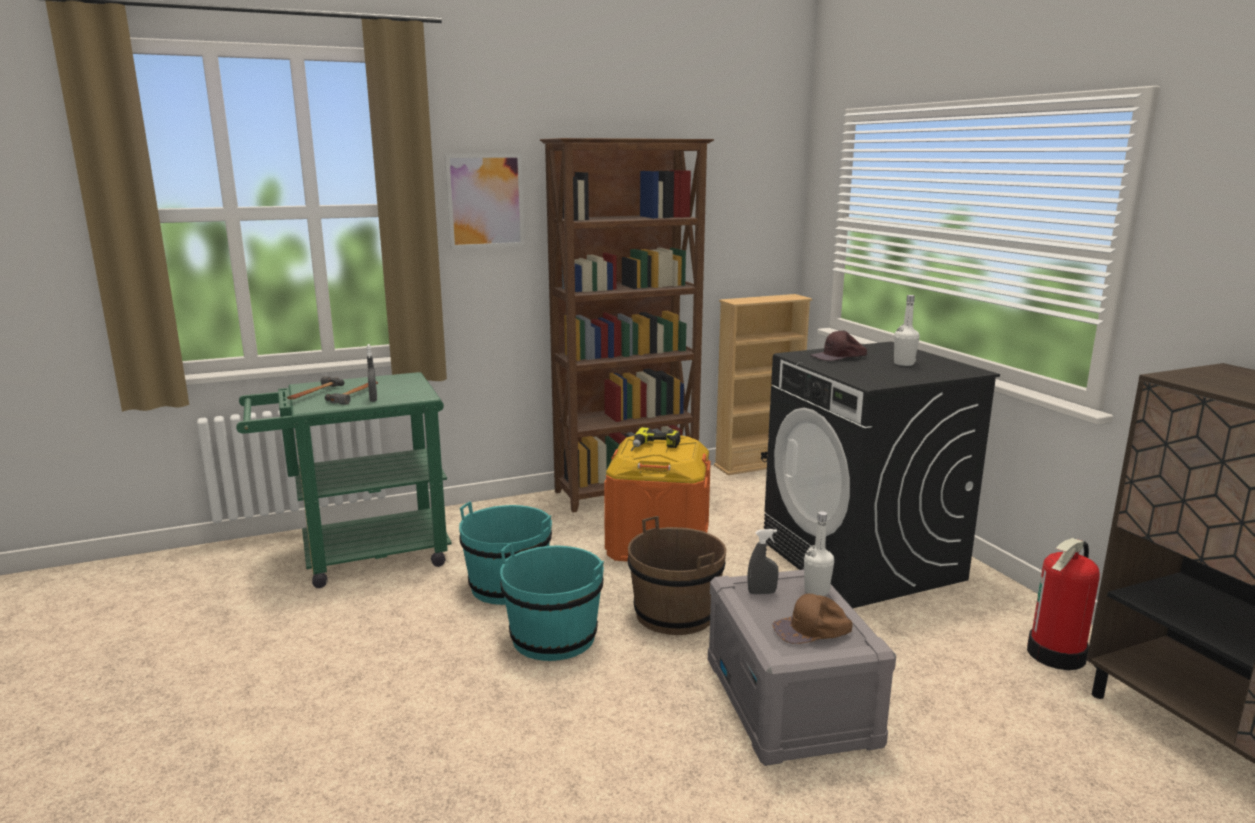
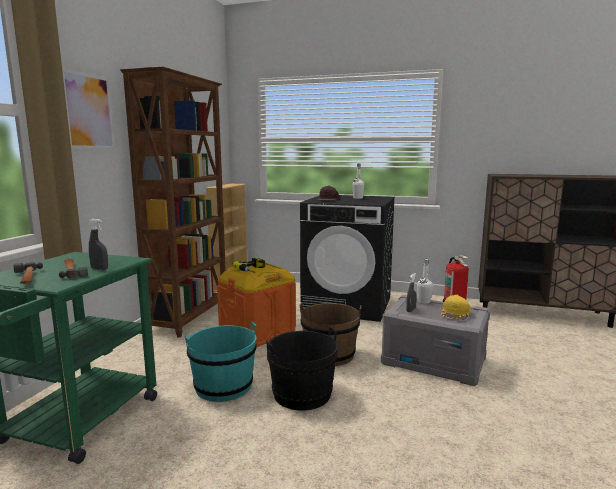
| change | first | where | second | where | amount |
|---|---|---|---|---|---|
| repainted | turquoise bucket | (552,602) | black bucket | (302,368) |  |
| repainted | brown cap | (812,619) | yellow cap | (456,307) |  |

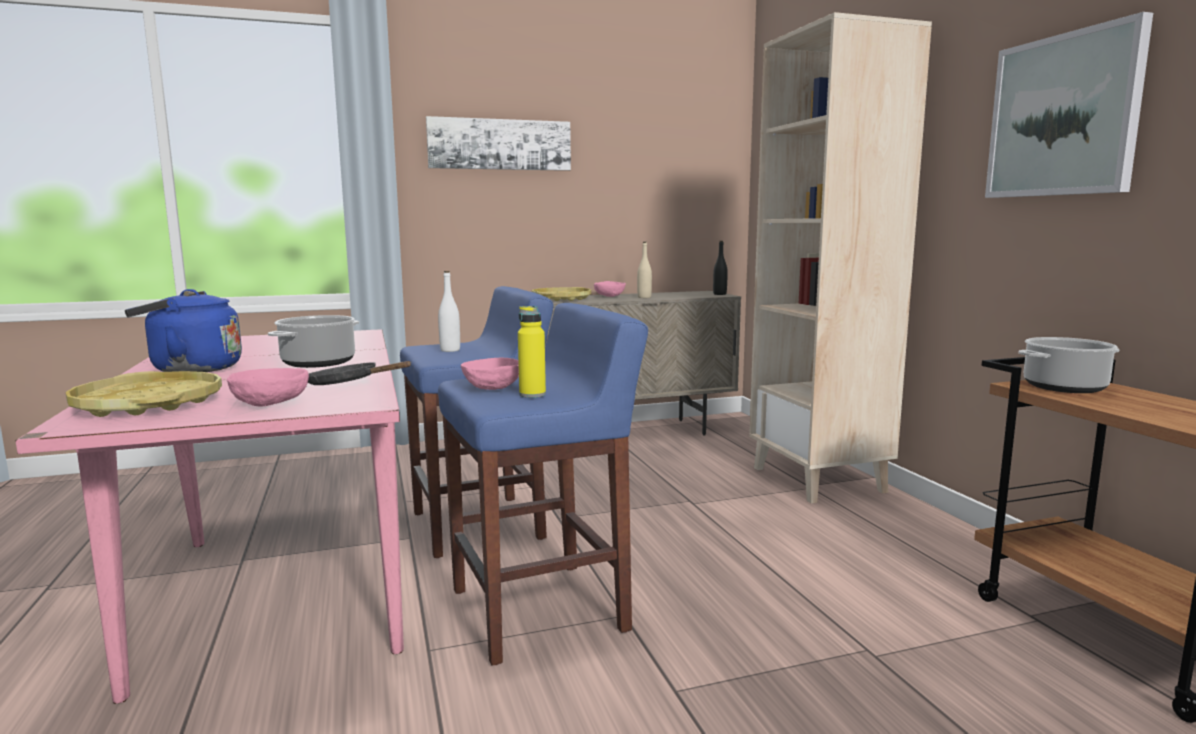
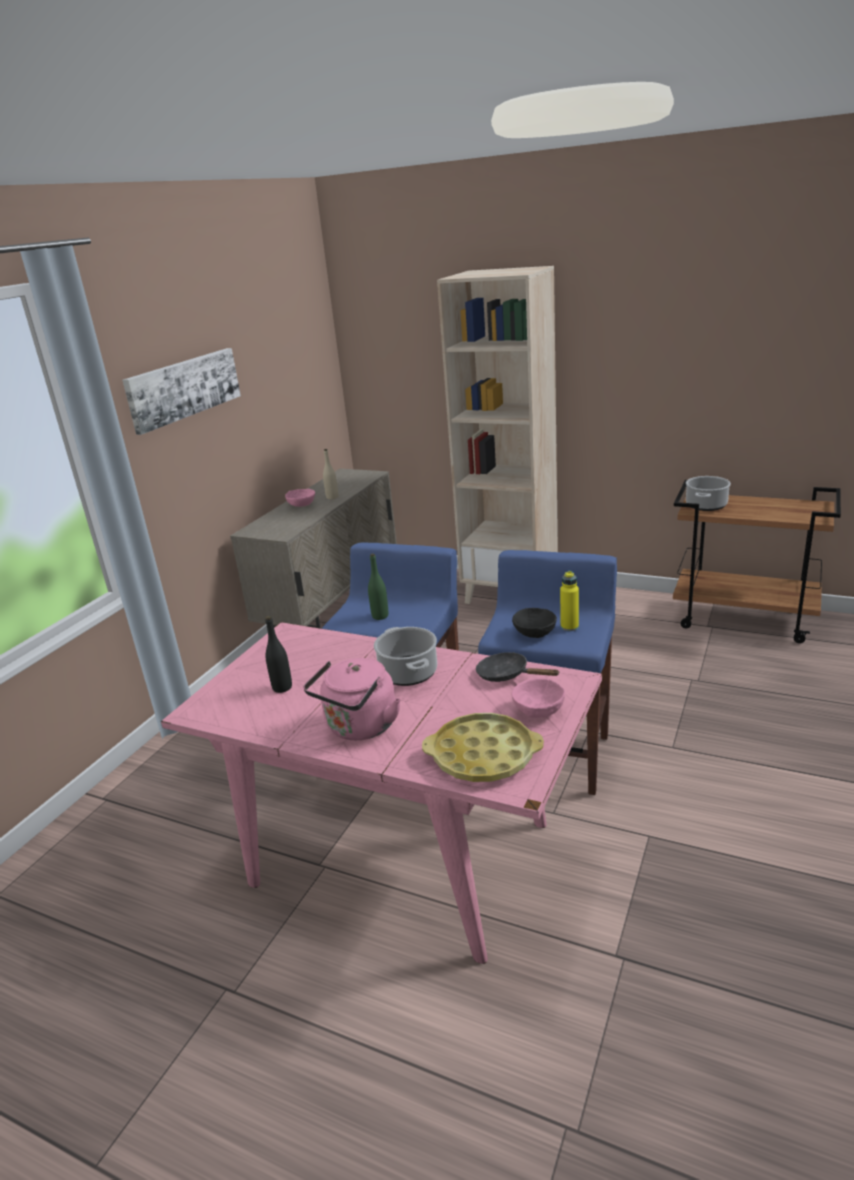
| change | first | where | second | where | amount |
|---|---|---|---|---|---|
| gone | picture | (1069,105) |  |  |  |
| shifted | black bottle | (720,268) |  | (278,654) |  |
| repainted | white bottle | (449,311) | green bottle | (378,587) |  |
| gone | yellow tray | (561,294) |  |  |  |
| repainted | blue kettle | (183,330) | pink kettle | (352,699) |  |
| repainted | pink bowl | (490,374) | black bowl | (534,623) |  |
| rotated | black frying pan | (359,373) |  | (518,667) | 60 degrees clockwise |

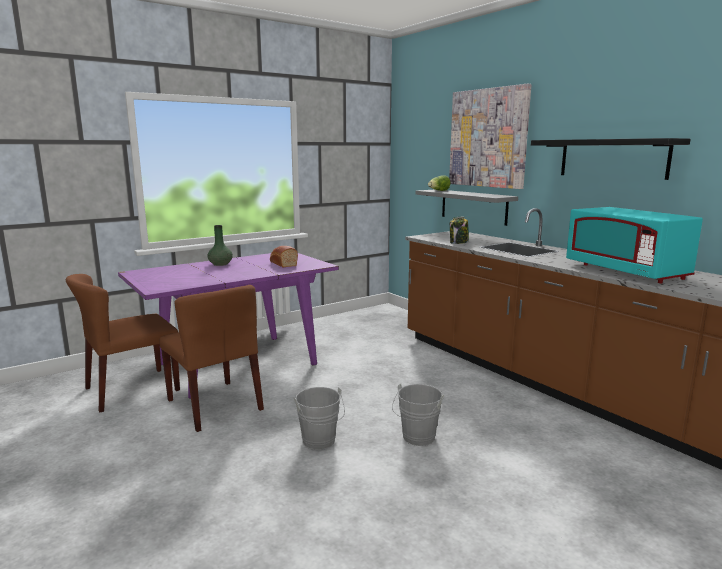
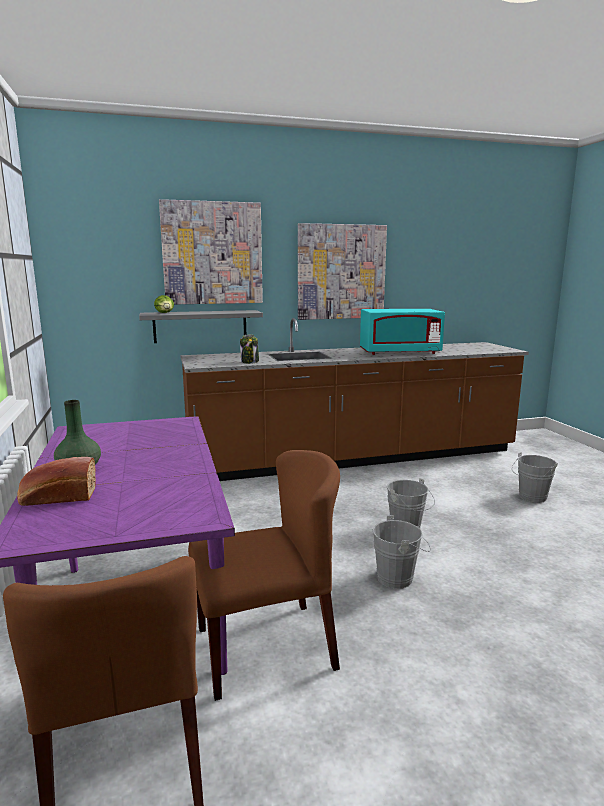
| change | first | where | second | where | amount |
|---|---|---|---|---|---|
| swapped | black shelf | (611,159) | picture | (342,271) |  |
| shifted | bread | (284,257) |  | (56,481) |  |
| new |  |  | grey bucket | (535,477) |  |

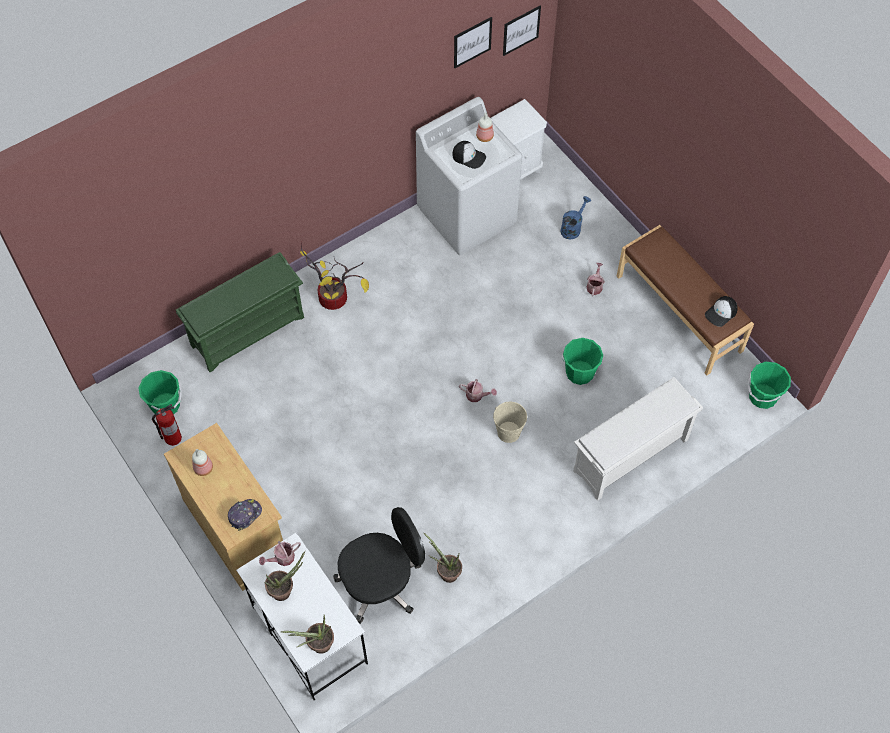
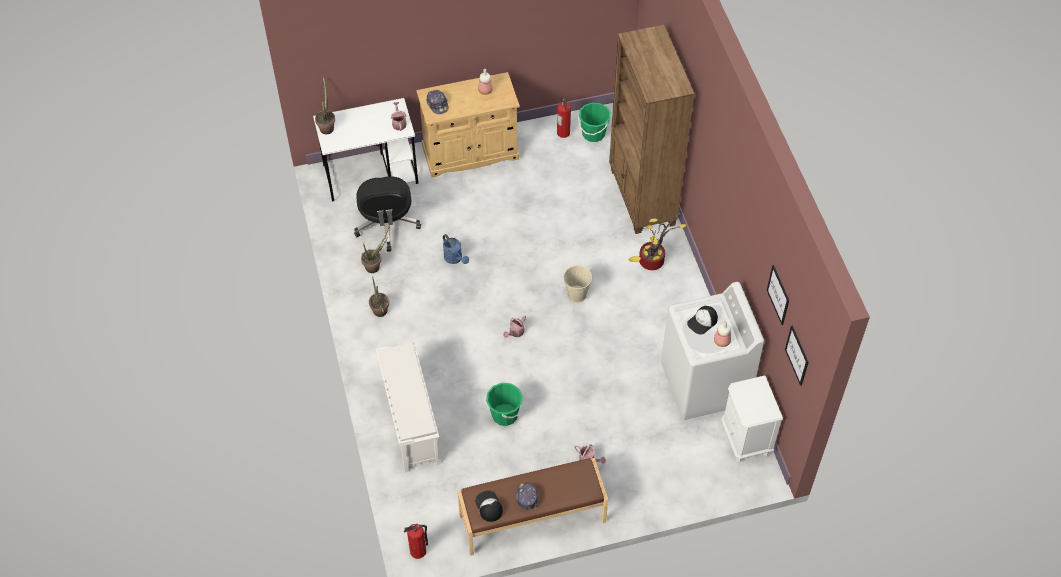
| change | first | where | second | where | amount |
|---|---|---|---|---|---|
| shifted | blue watering can | (575,218) |  | (456,249) |  |
| swapped | green shoe rack | (240,312) | brown bookcase | (651,129) |  |
| swapped | green bucket | (769,385) | fire extinguisher | (416,541) |  |
| shifted | beige bucket | (510,422) |  | (577,283) |  |
| shifted | potted plant | (285,576) |  | (379,296) |  |
| new |  |  | cap | (527,496) |  |

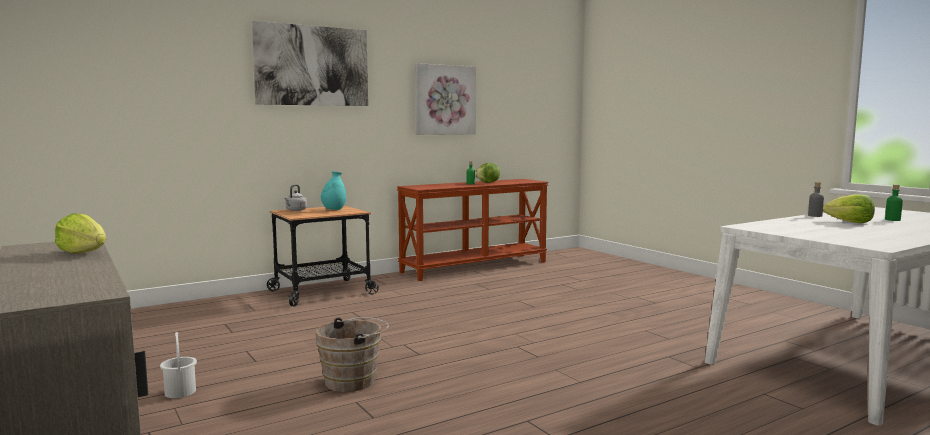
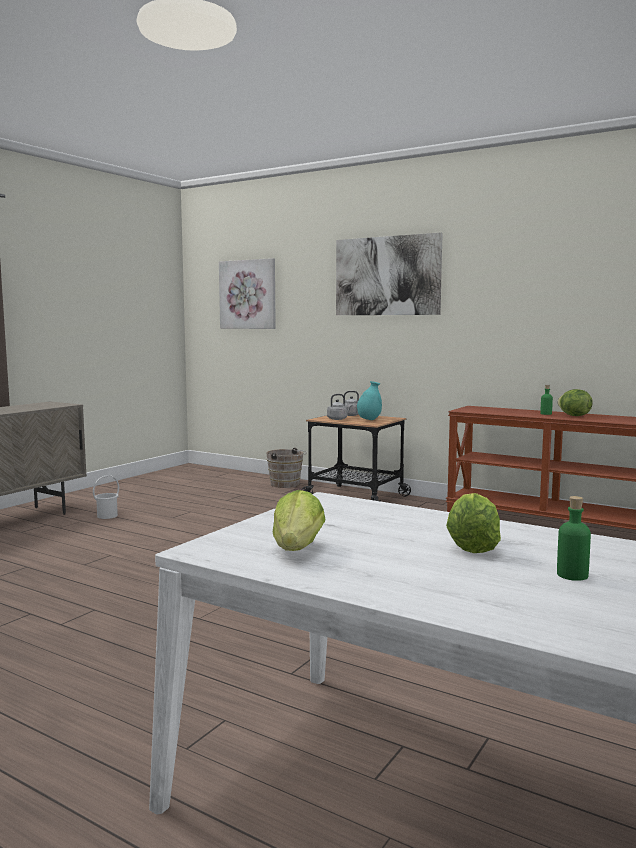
| change | first | where | second | where | amount |
|---|---|---|---|---|---|
| shifted | picture | (445,99) |  | (247,293) |  |
| gone | grey bottle | (816,199) |  |  |  |
| shifted | lettuce | (80,234) |  | (299,520) |  |
| shifted | brown bucket | (352,354) |  | (286,468) |  |
| new |  |  | grey kettle | (340,407) |  |

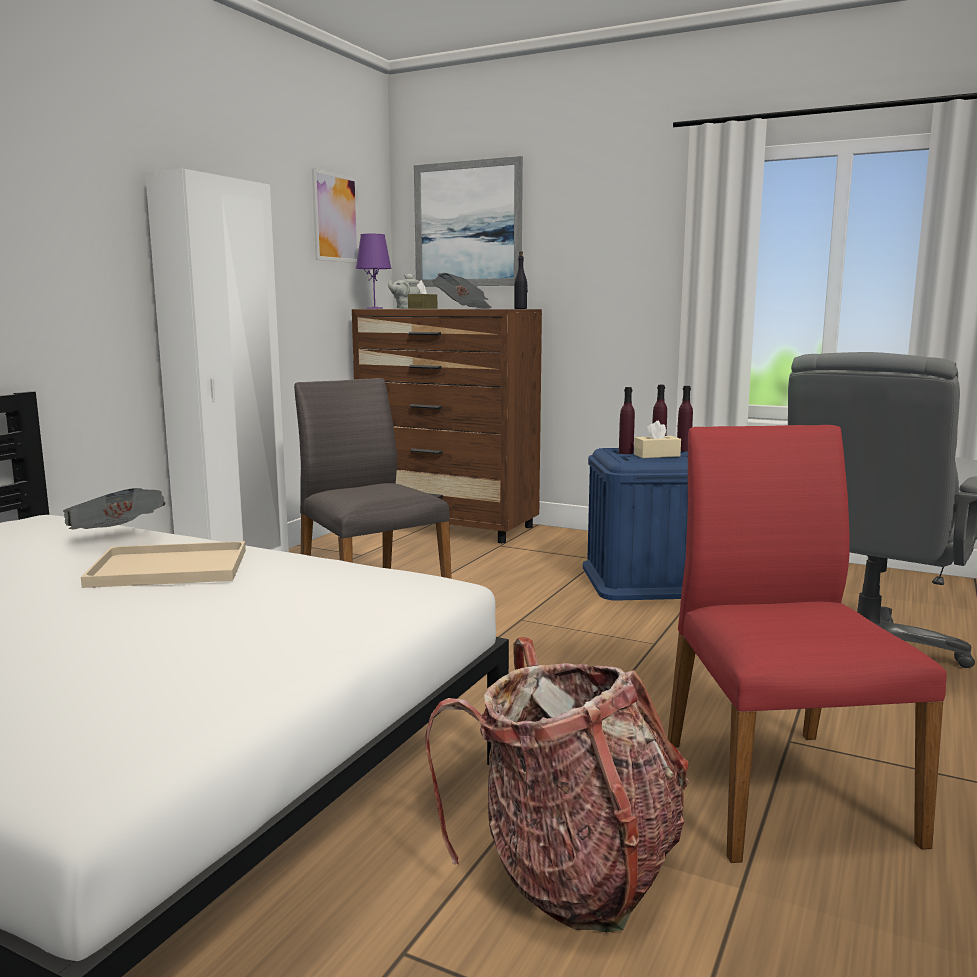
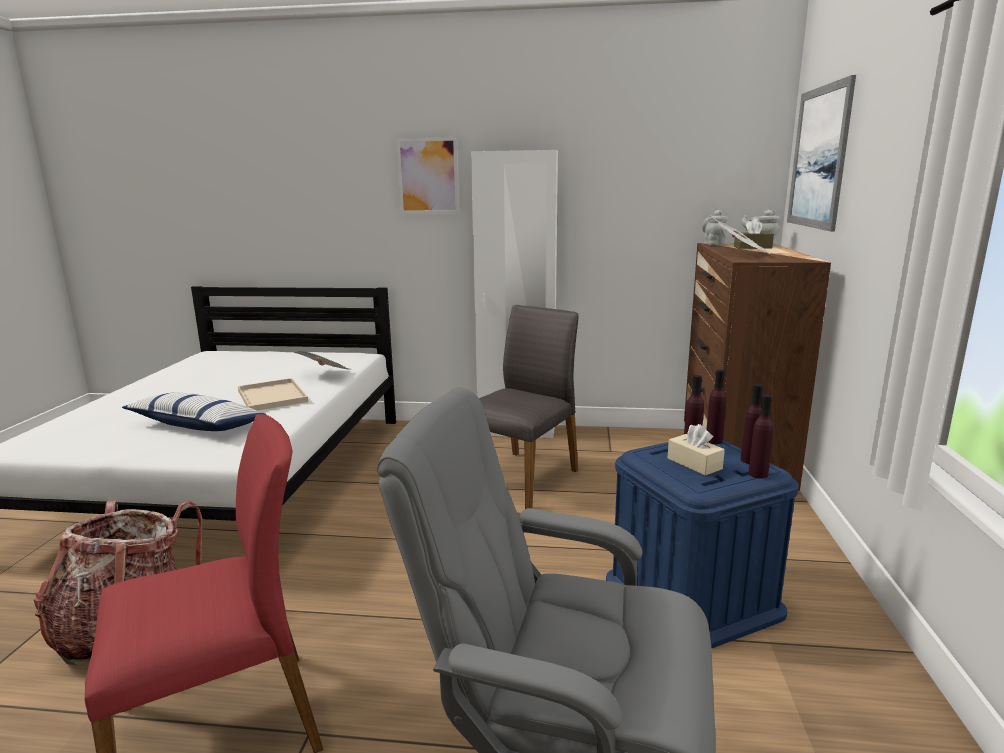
| change | first | where | second | where | amount |
|---|---|---|---|---|---|
| shifted | picture | (335,215) |  | (427,175) |  |
| swapped | purple table lamp | (374,271) | grey teapot | (715,227) |  |
| gone | black bottle | (521,280) |  |  |  |
| new |  |  | purple bottle | (716,406) |  |
| new |  |  | pillow | (194,411) |  |

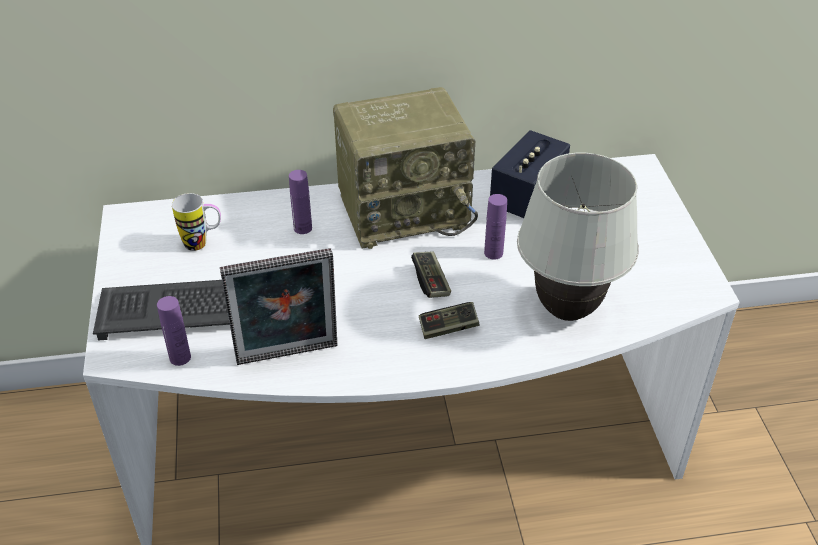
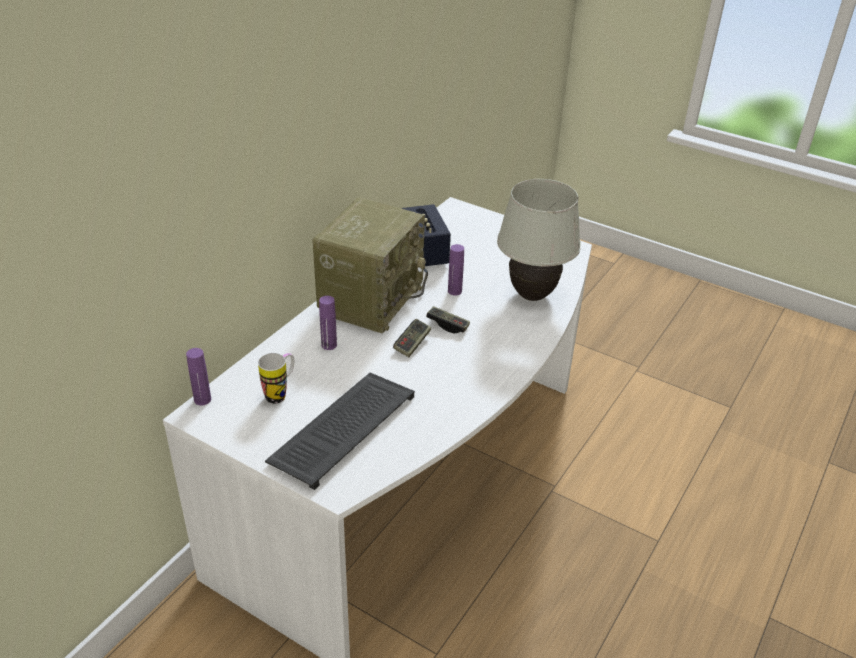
| change | first | where | second | where | amount |
|---|---|---|---|---|---|
| gone | picture frame | (278,306) |  |  |  |
| shifted | purple bottle | (174,331) |  | (198,377) |  |
| shifted | game controller | (449,320) |  | (412,338) |  |

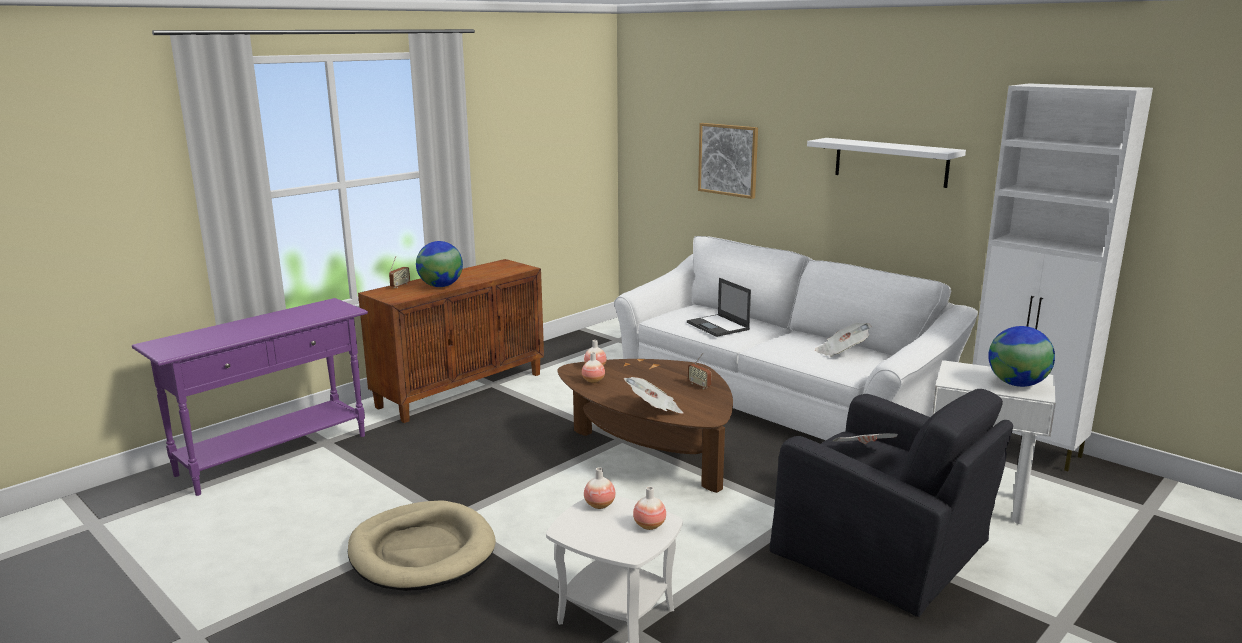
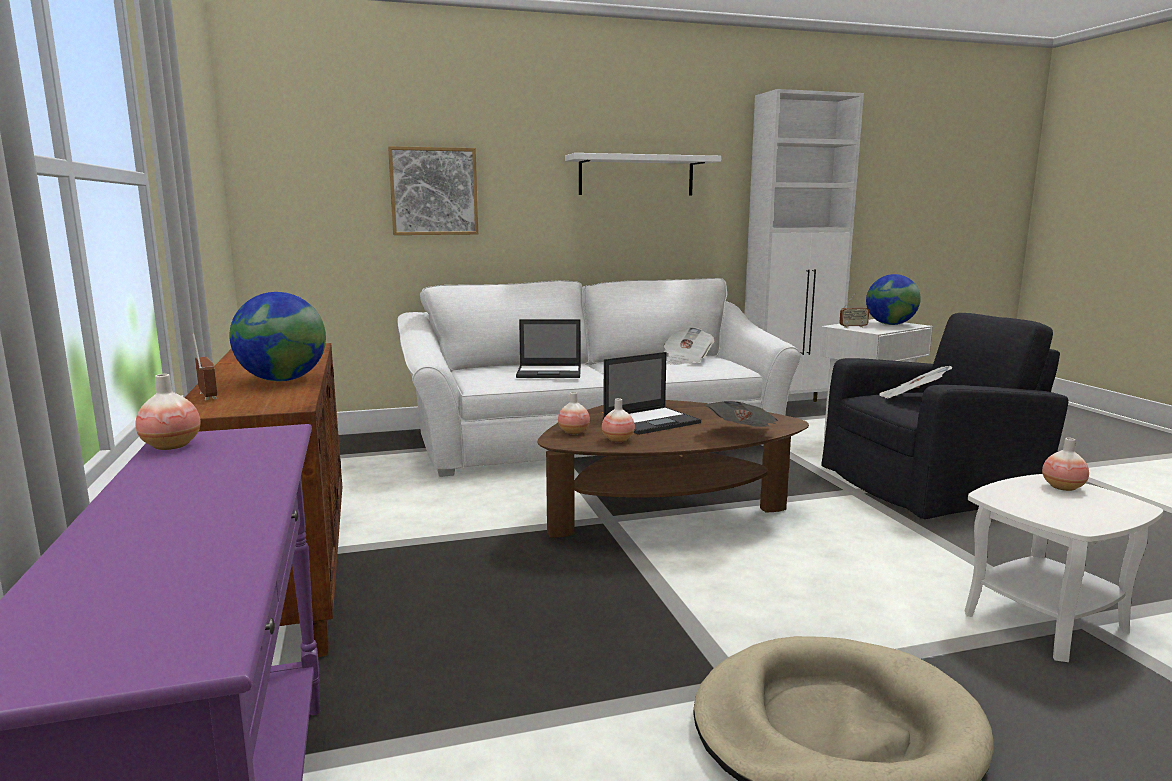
| change | first | where | second | where | amount |
|---|---|---|---|---|---|
| shifted | radio | (699,371) |  | (854,310) |  |
| shifted | vase | (599,488) |  | (168,412) |  |
| new |  |  | laptop | (652,393) |  |

